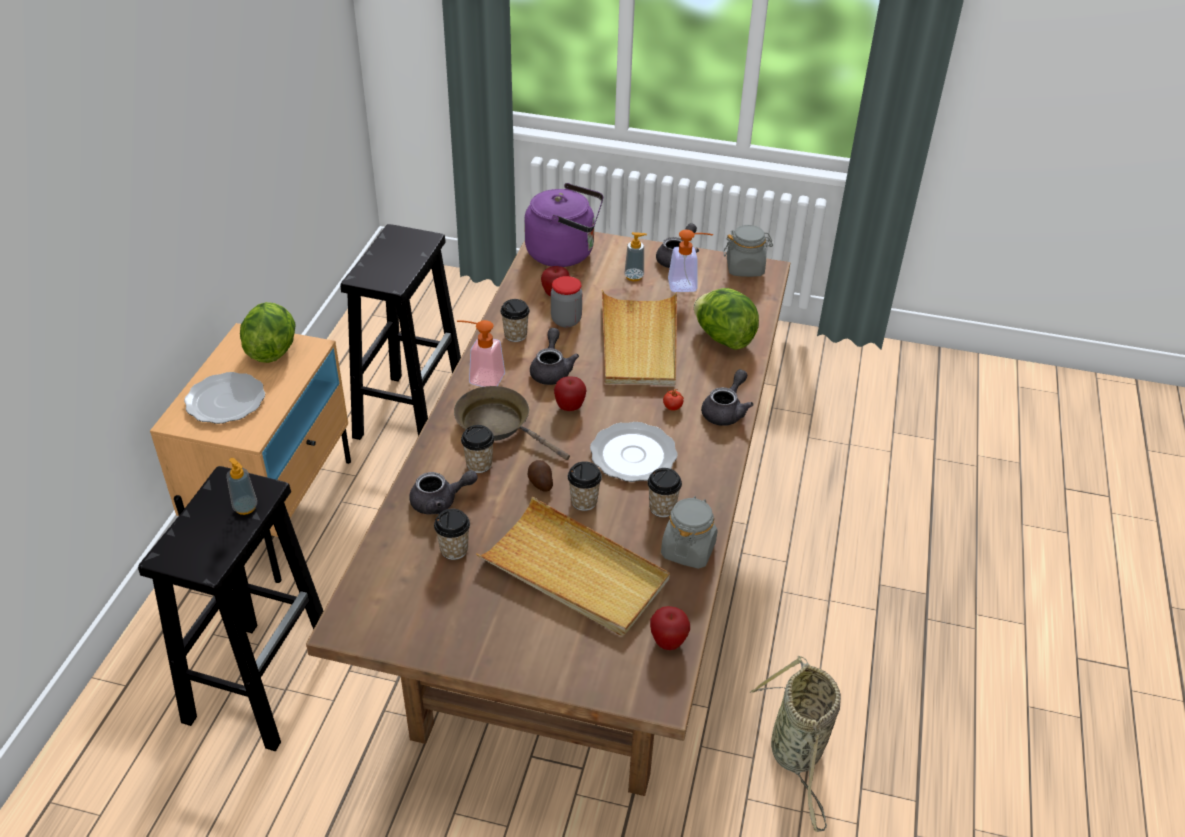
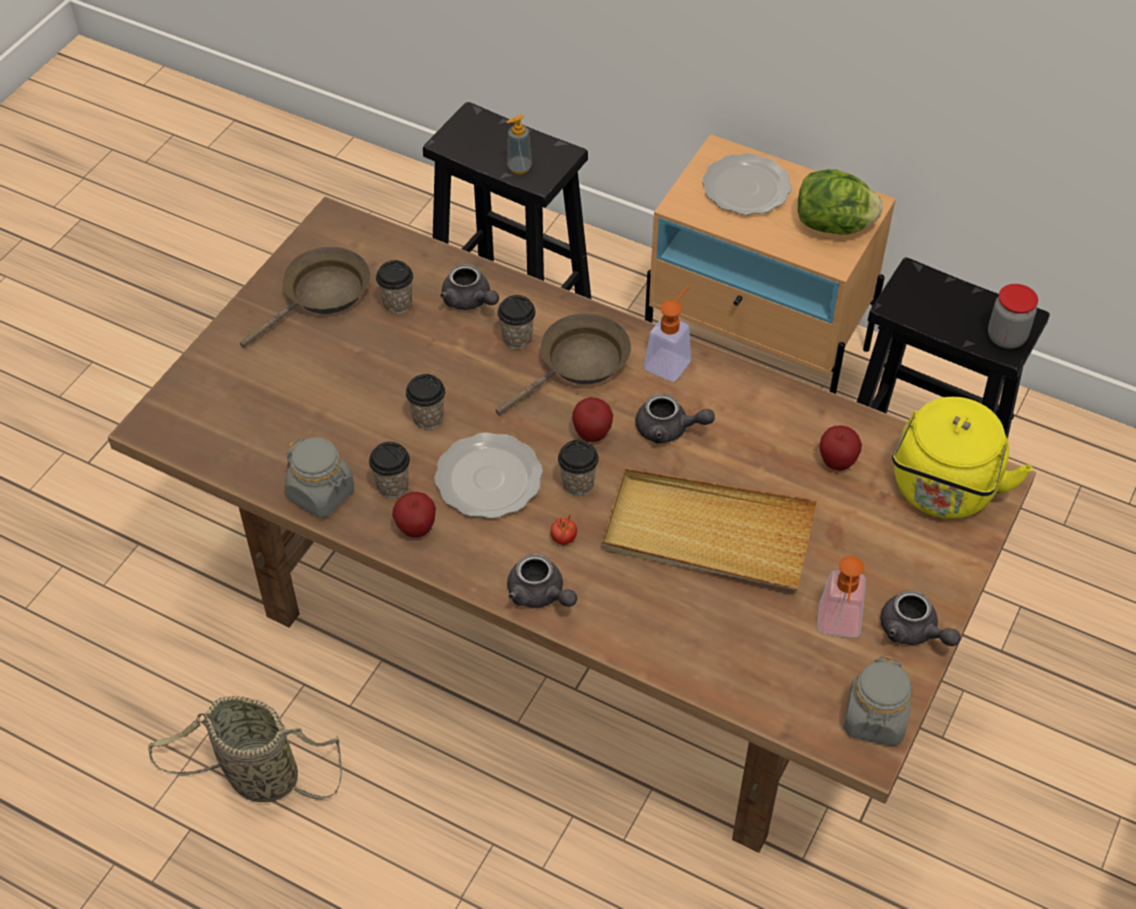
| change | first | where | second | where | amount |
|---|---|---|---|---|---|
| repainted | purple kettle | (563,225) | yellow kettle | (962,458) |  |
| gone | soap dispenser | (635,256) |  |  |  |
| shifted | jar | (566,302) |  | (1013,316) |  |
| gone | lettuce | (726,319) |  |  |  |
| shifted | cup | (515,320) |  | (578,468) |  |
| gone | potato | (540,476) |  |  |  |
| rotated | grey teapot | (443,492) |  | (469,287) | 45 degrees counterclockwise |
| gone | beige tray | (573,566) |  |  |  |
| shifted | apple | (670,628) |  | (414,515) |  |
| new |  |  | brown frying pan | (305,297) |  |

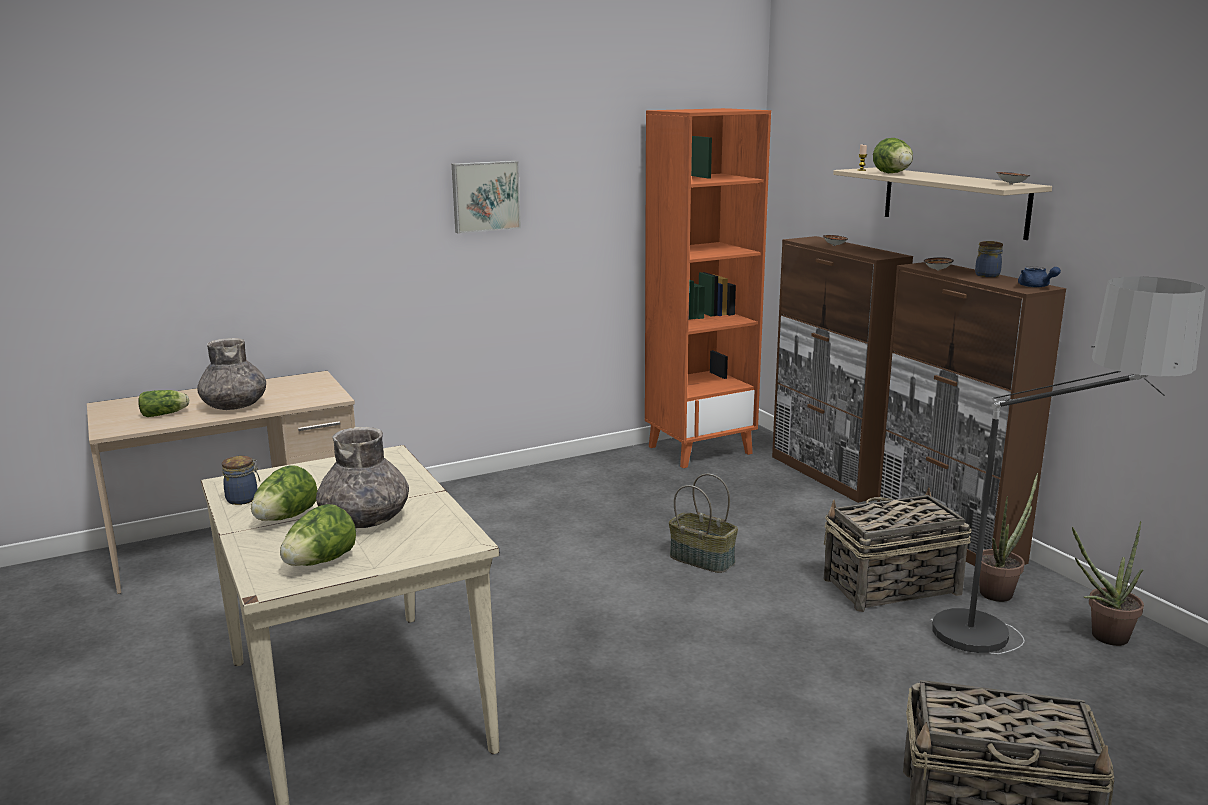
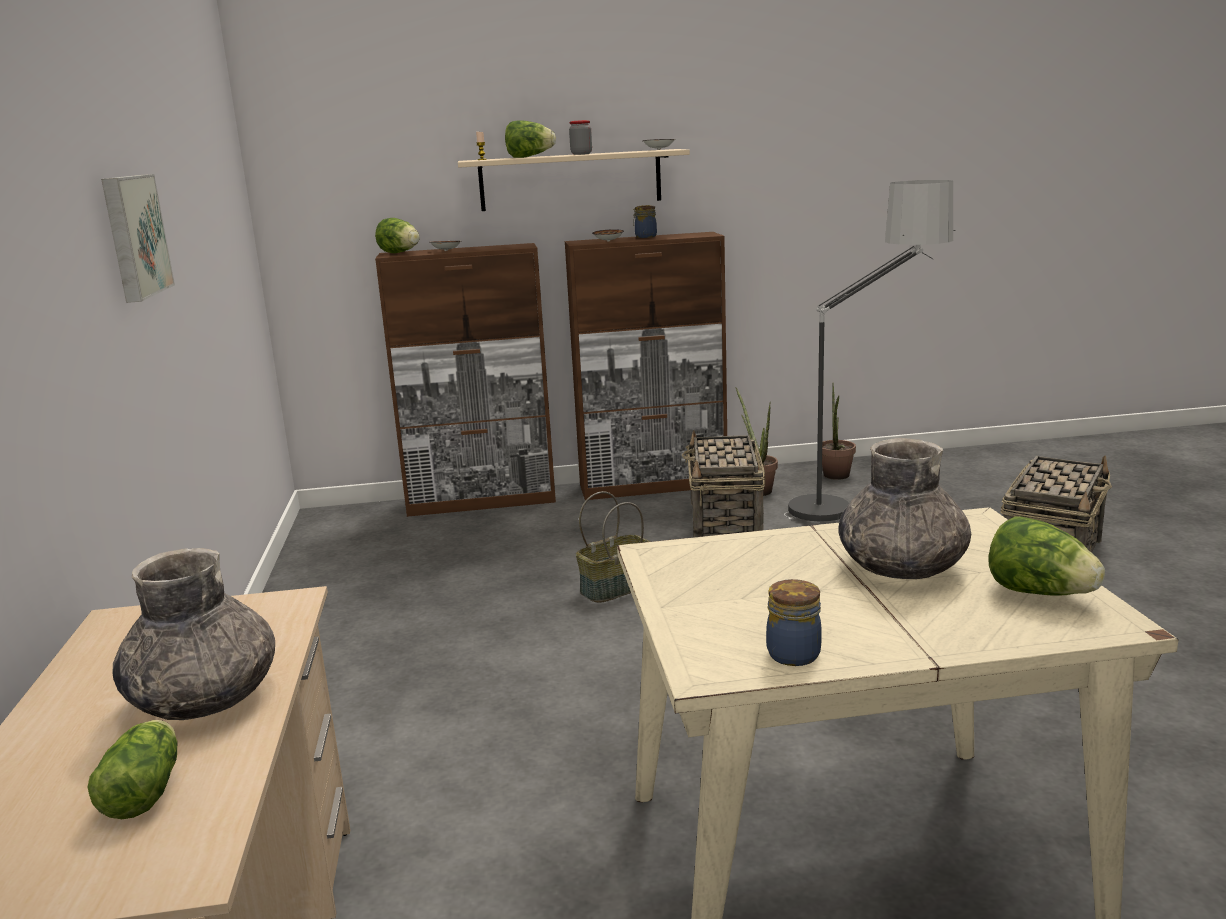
| change | first | where | second | where | amount |
|---|---|---|---|---|---|
| gone | orange bookcase | (708,288) |  |  |  |
| gone | blue teapot | (1039,277) |  |  |  |
| shifted | lettuce | (284,493) |  | (397,235) |  |
| new |  |  | jar | (580,137) |  |

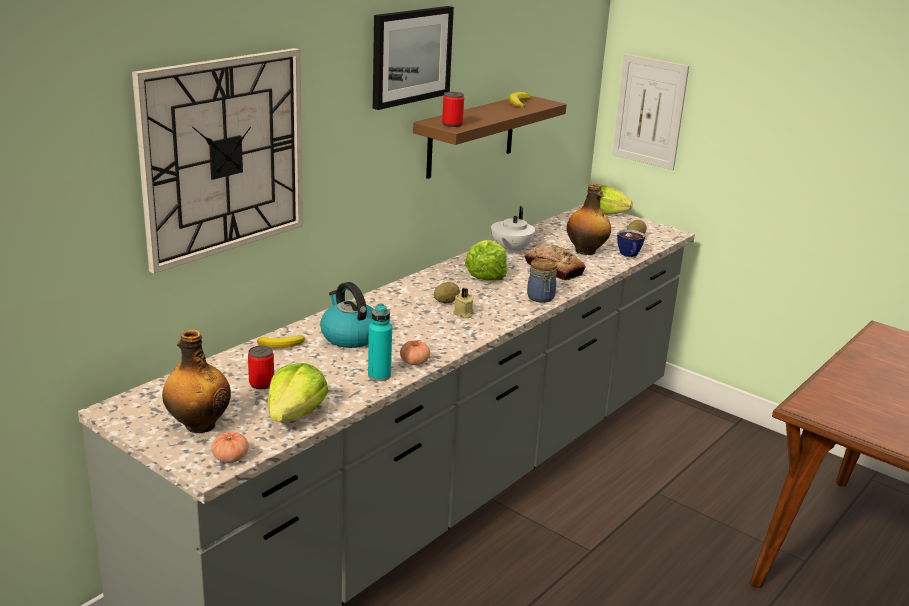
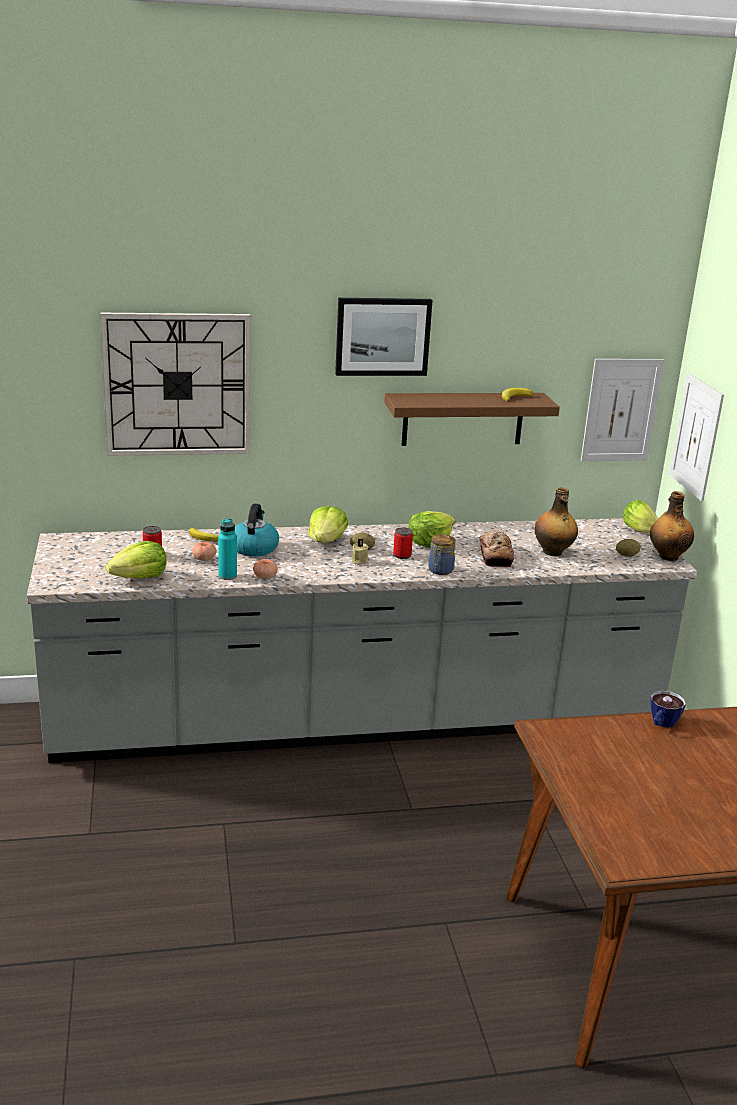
| change | first | where | second | where | amount |
|---|---|---|---|---|---|
| shifted | can | (453,109) |  | (403,543) |  |
| gone | white teapot | (513,230) |  |  |  |
| shifted | cup | (631,243) |  | (668,709) |  |
| shifted | bottle | (196,381) |  | (672,526) |  |
| shifted | tomato | (230,447) |  | (204,551) |  |
| new |  |  | picture | (622,410) |  |
| new |  |  | lettuce | (328,524) |  |

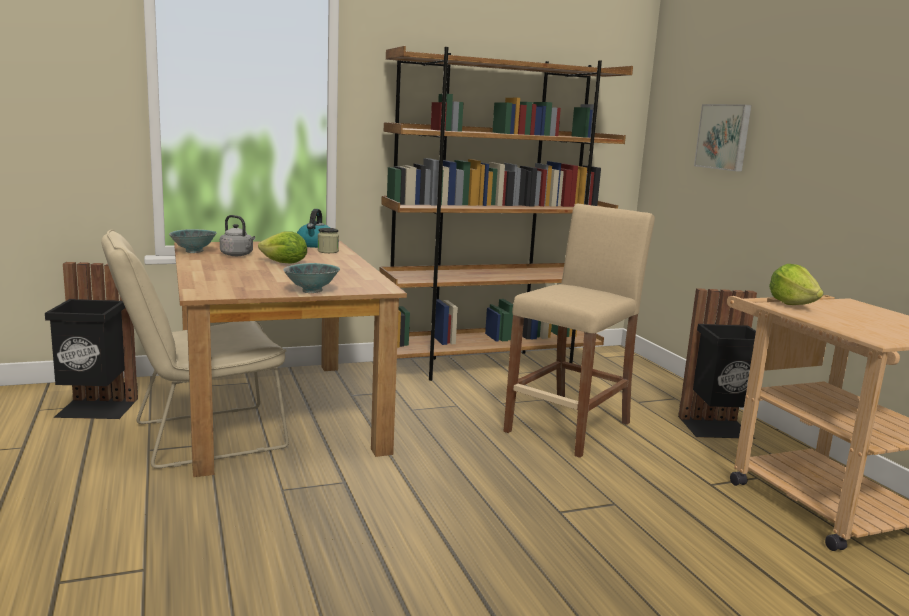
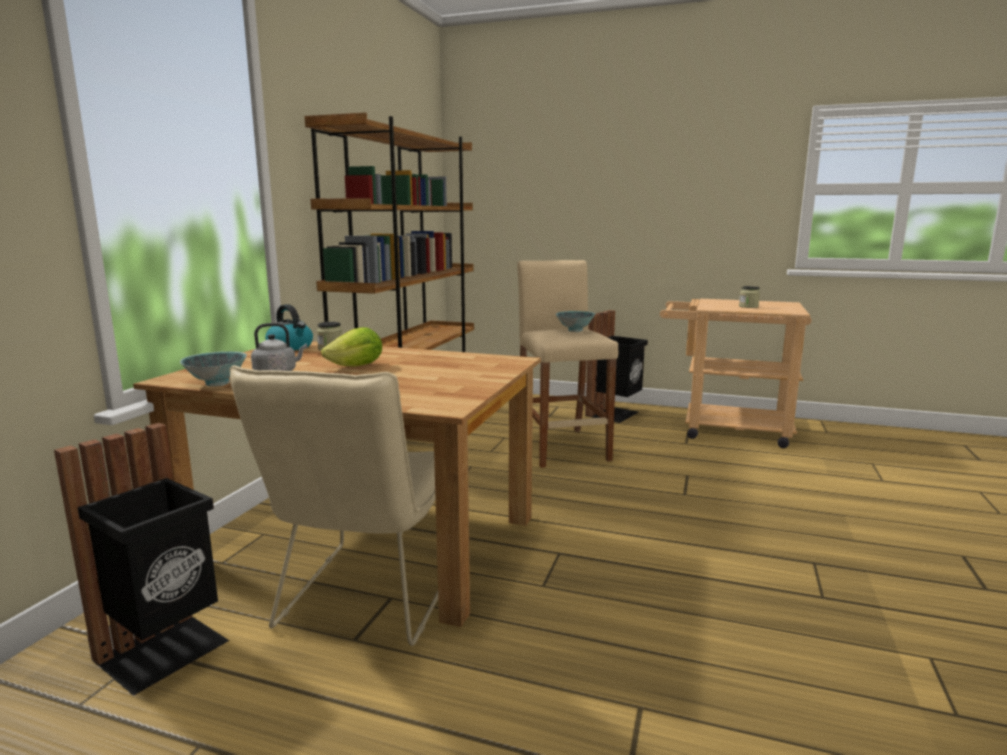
| change | first | where | second | where | amount |
|---|---|---|---|---|---|
| gone | picture | (723,138) |  |  |  |
| shifted | bowl | (311,278) |  | (575,321) |  |
| gone | lettuce | (796,284) |  |  |  |
| new |  |  | jar | (749,297) |  |

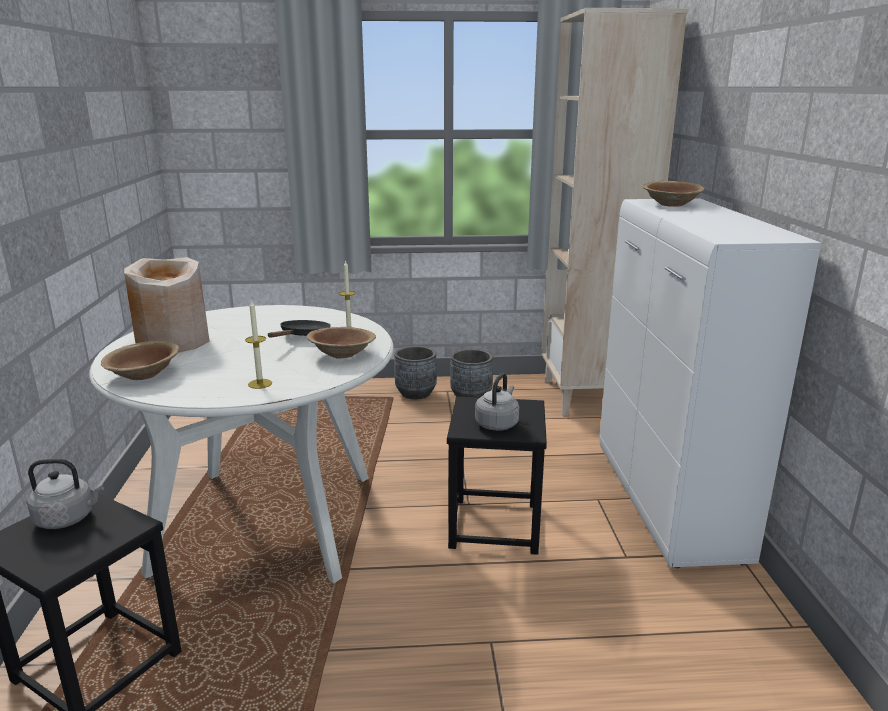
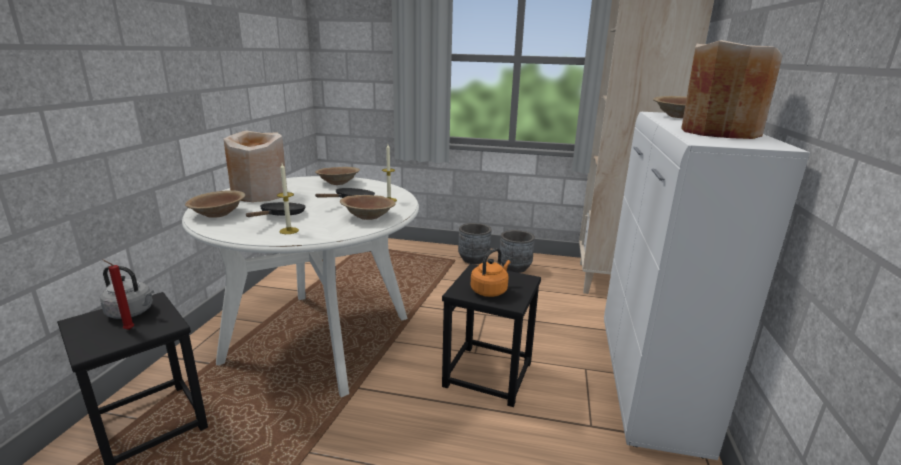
| change | first | where | second | where | amount |
|---|---|---|---|---|---|
| repainted | grey kettle | (497,402) | orange kettle | (490,272) |  |
| new |  |  | beige vase | (732,89) |  |
| new |  |  | brown bowl | (337,176) |  |
| new |  |  | black frying pan | (276,209) |  |
| new |  |  | red candle | (118,294) |  |

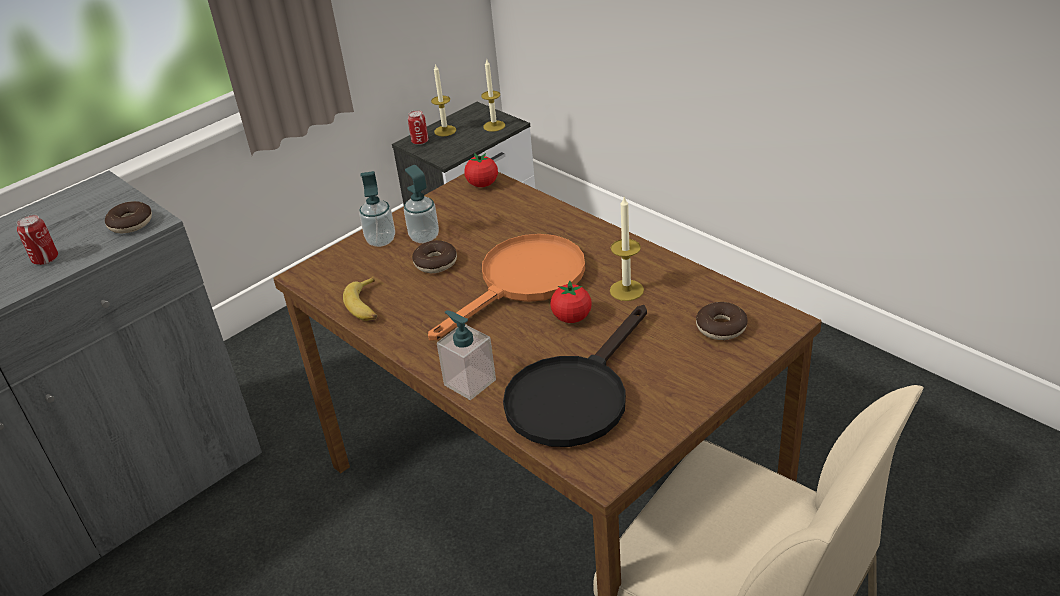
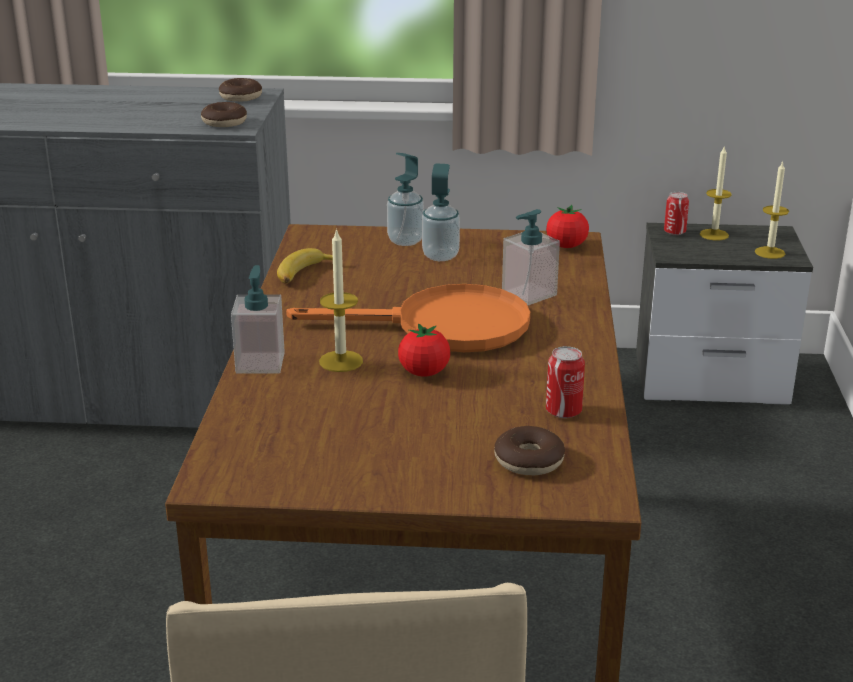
| change | first | where | second | where | amount |
|---|---|---|---|---|---|
| shifted | candle | (627,249) |  | (341,300) |  |
| shifted | can | (37,239) |  | (565,382) |  |
| shifted | donut | (434,256) |  | (240,89) |  |
| gone | black frying pan | (575,376) |  |  |  |
| new |  |  | soap dispenser | (531,257) |  |

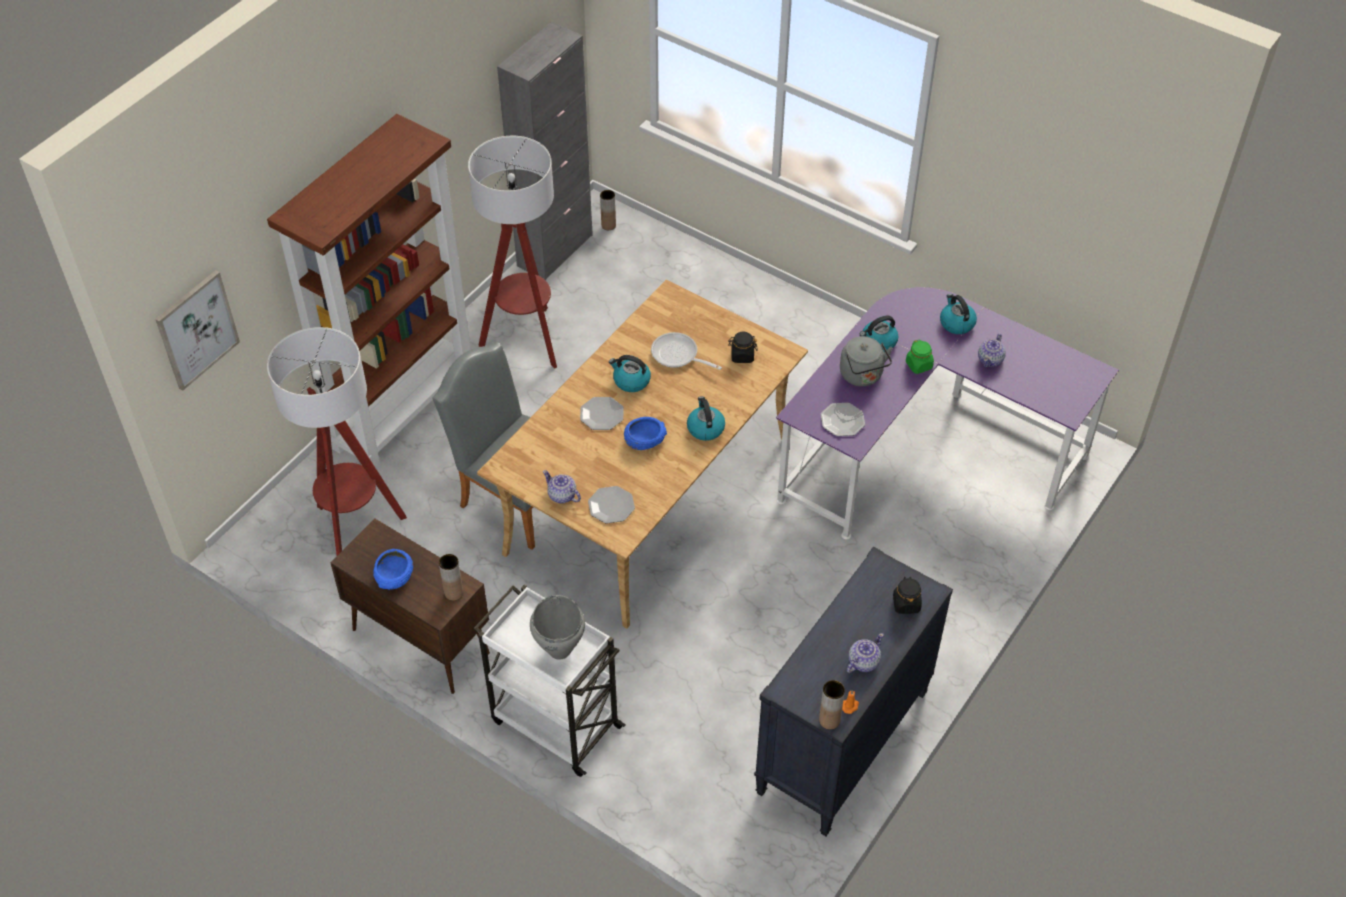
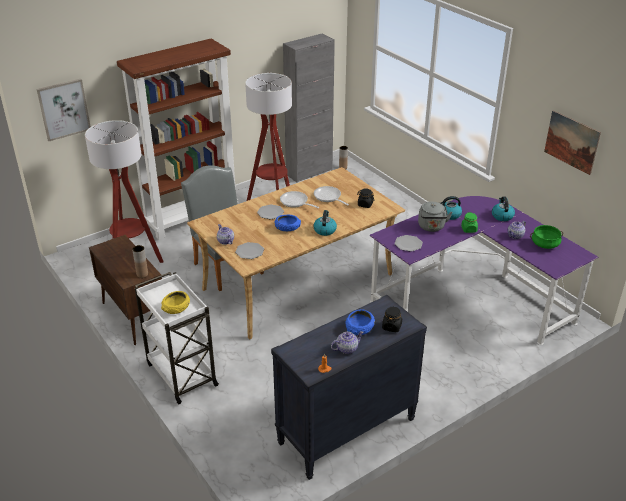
| change | first | where | second | where | amount |
|---|---|---|---|---|---|
| swapped | kettle | (630,373) | frying pan | (300,199) |  |
| shifted | blue bowl | (393,569) |  | (360,322) |  |
| swapped | grey cooking pot | (557,627) | yellow bowl | (175,302) |  |
| gone | brown vase | (832,705) |  |  |  |
| new |  |  | picture | (572,142) |  |
| new |  |  | green cooking pot | (546,237) |  |

